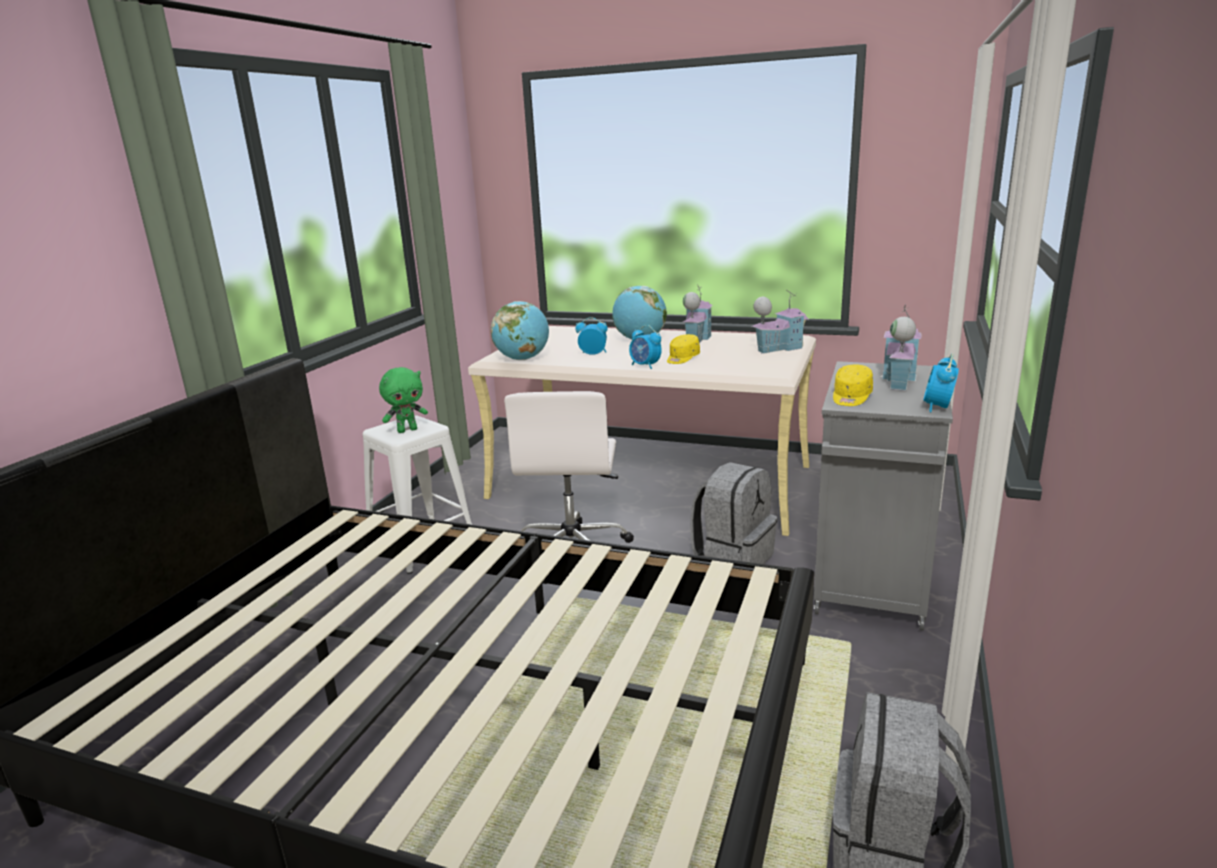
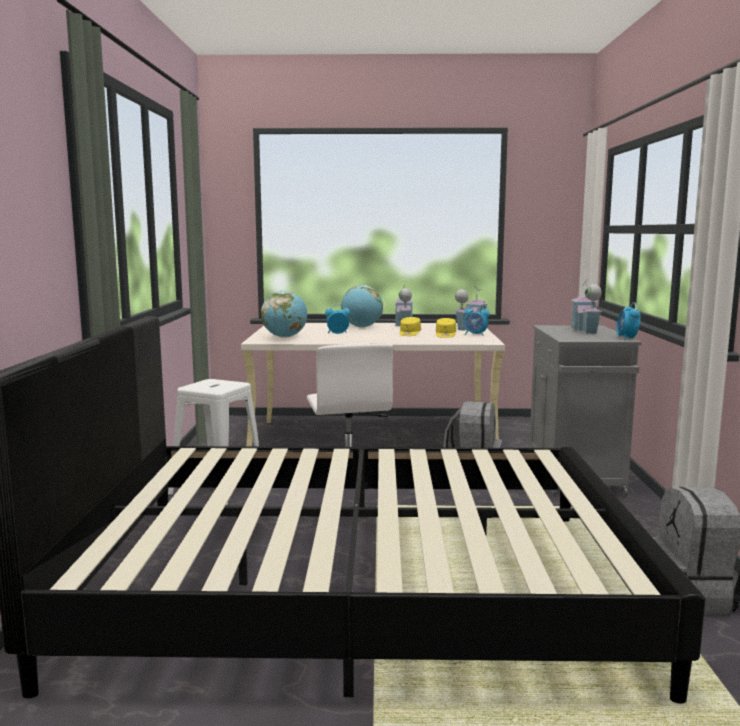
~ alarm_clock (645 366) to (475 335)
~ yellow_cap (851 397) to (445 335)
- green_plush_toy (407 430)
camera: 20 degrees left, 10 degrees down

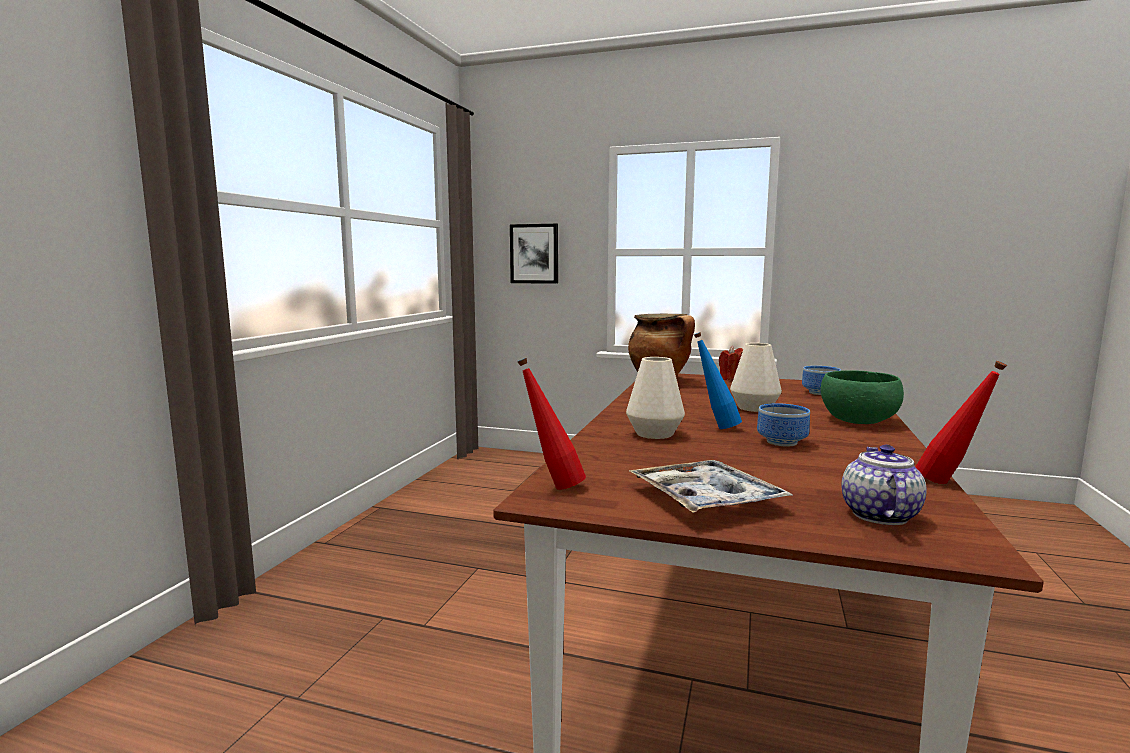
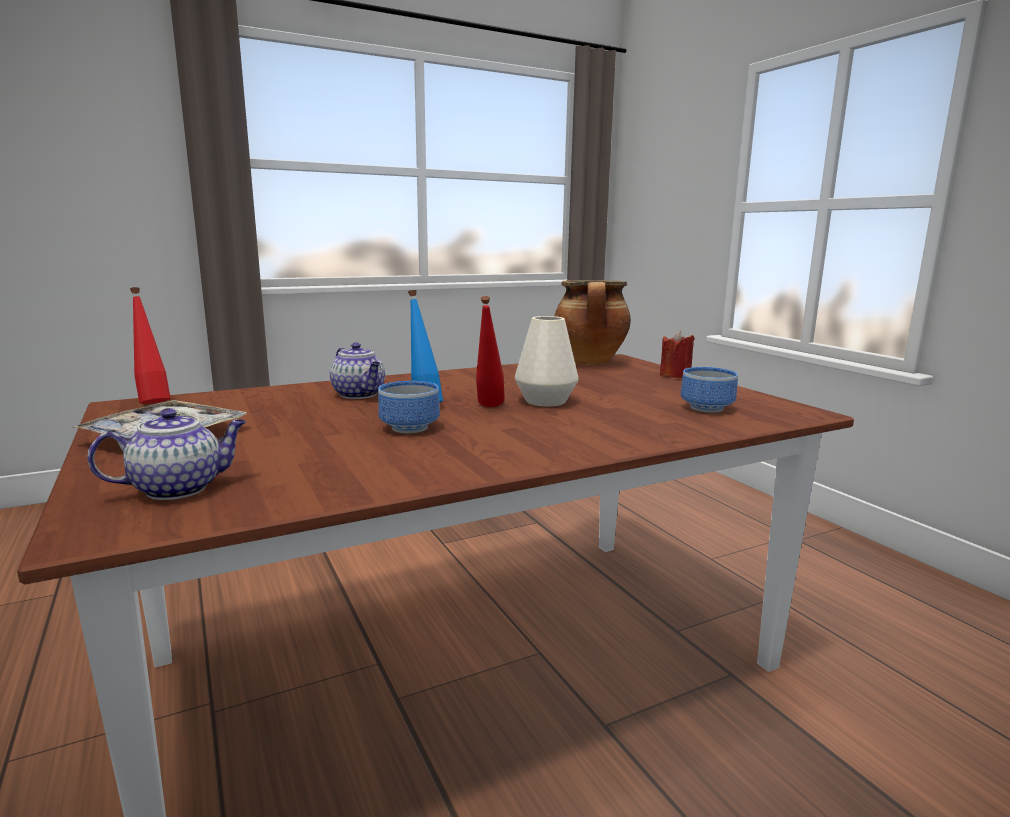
- picture (534 254)
~ white_vase (654 433) to teapot (360 394)
~ red_bottle (951 484) to (488 408)
- green_bowl (859 420)
camera: 45 degrees right, 5 degrees up

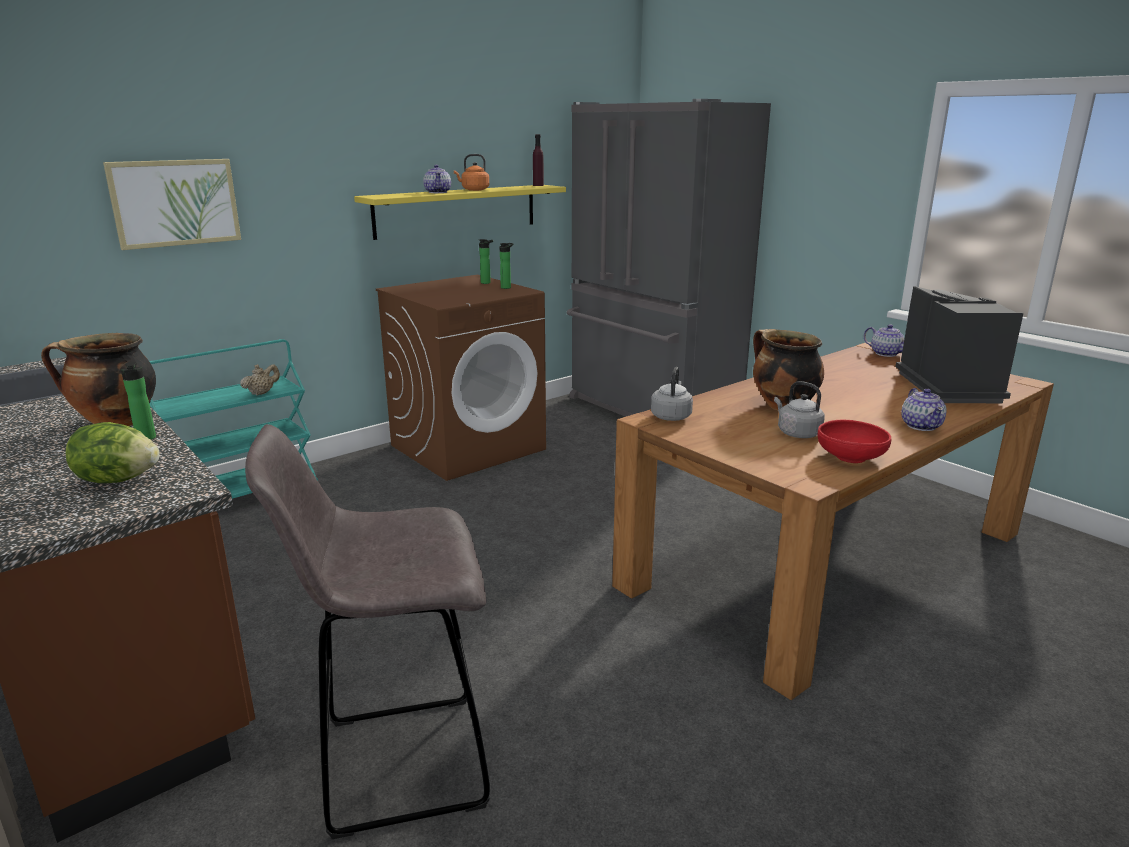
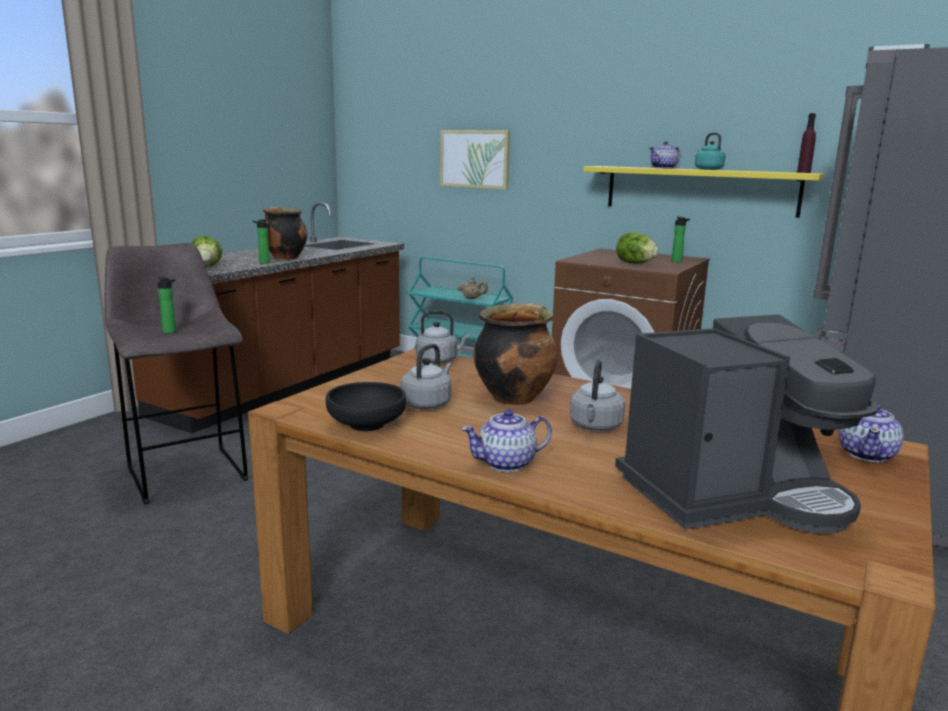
~ orange_kettle (473 190) to turquoise_kettle (707 169)
~ bottle (507 287) to (171 332)
~ red_bowl (850 457) to black_bowl (366 424)
+ lettuce (635 263)
+ grey_kettle (595 427)
camera: 70 degrees right, 5 degrees down

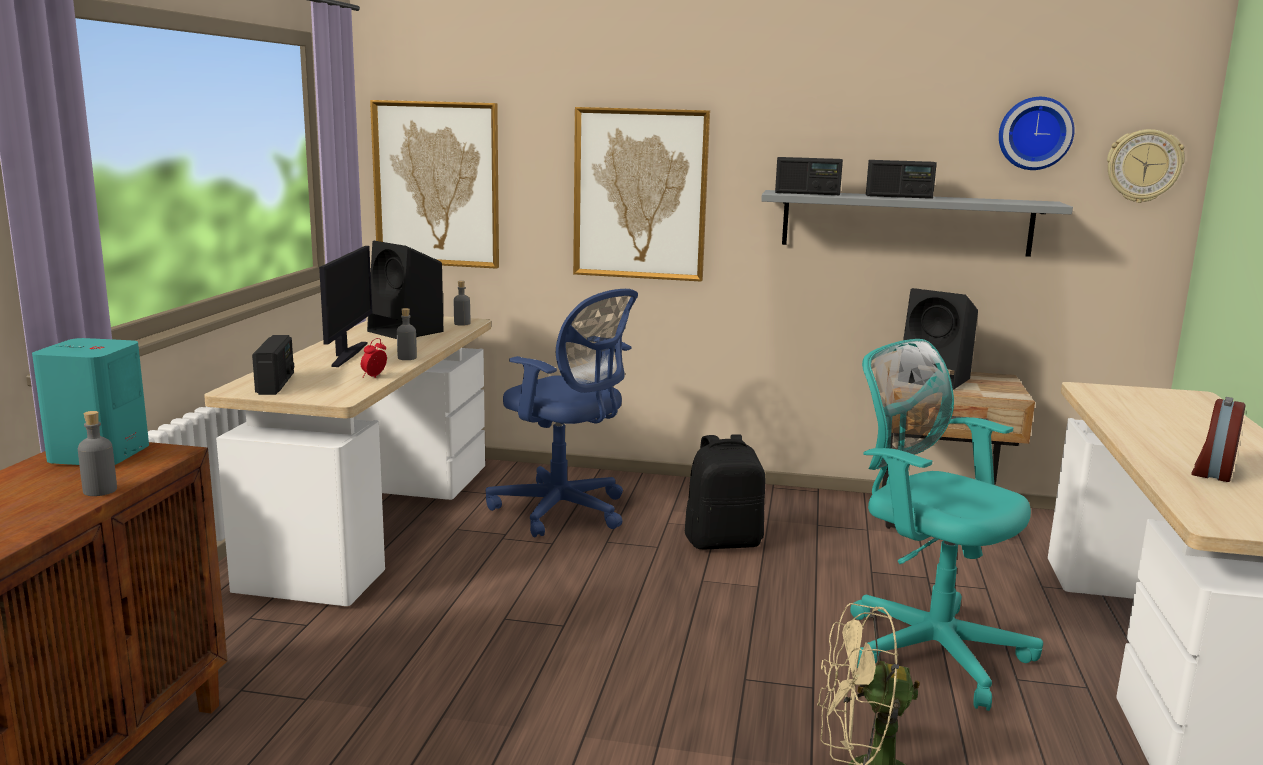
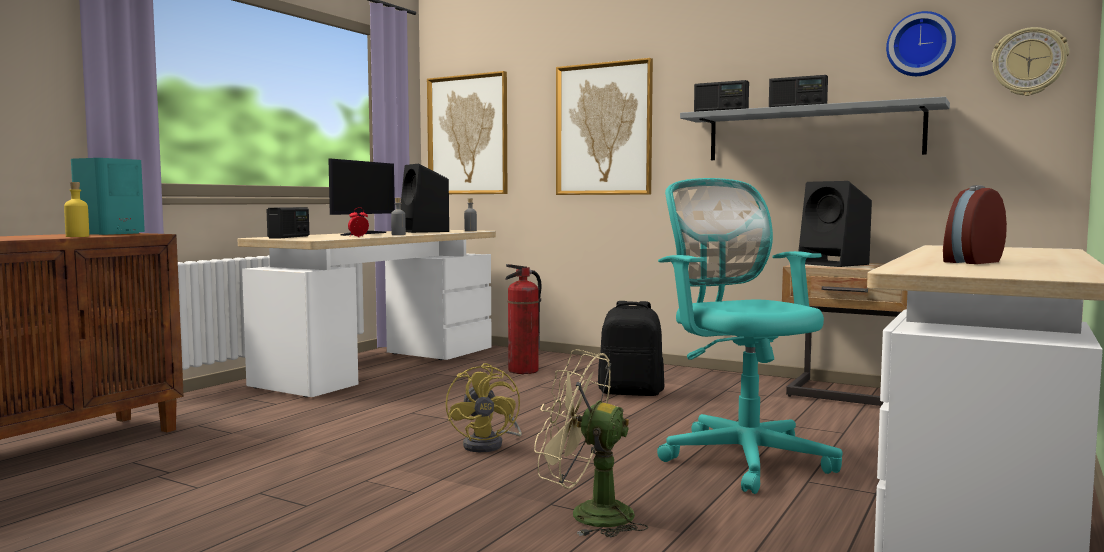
~ blue_office_chair (564 511) to fire_extinguisher (523 371)
~ grey_bottle (100 490) to yellow_bottle (77 236)
+ yellow_fan (489 444)
camera: 20 degrees right, 10 degrees down

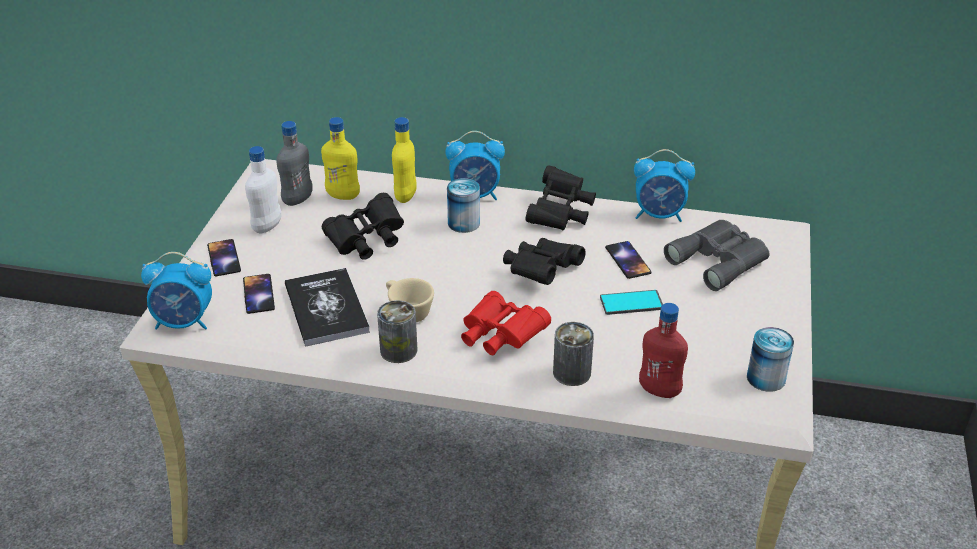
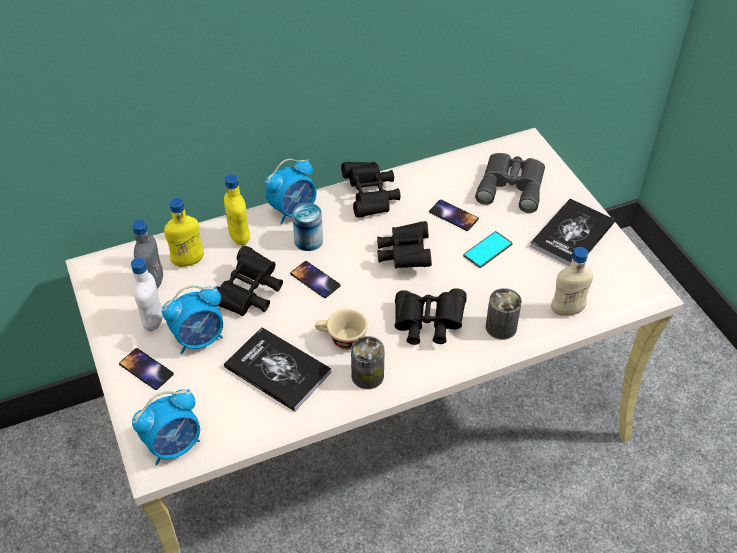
~ alarm_clock (659 215) to (199 339)
~ phone (258 294) to (315 280)
~ red_binoculars (500 337) to black_binoculars (427 325)
~ red_bottle (659 390) to beige_bottle (567 310)
- can (766 378)
+ book (572 235)
camera: 35 degrees left, 10 degrees up

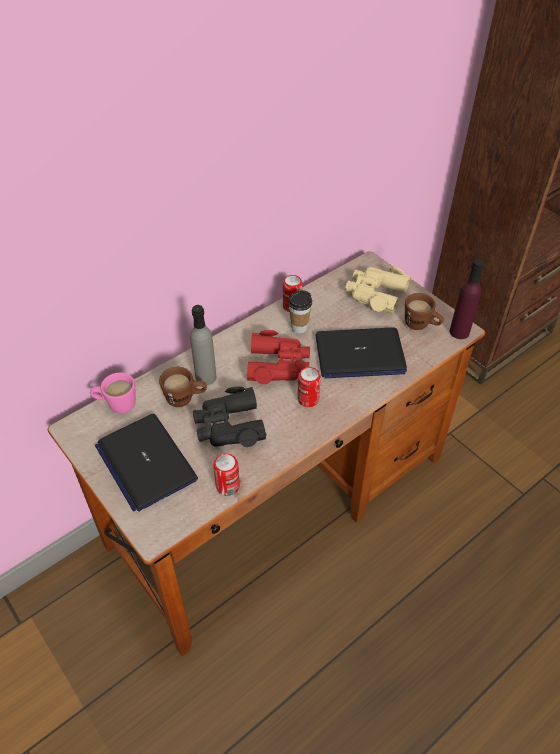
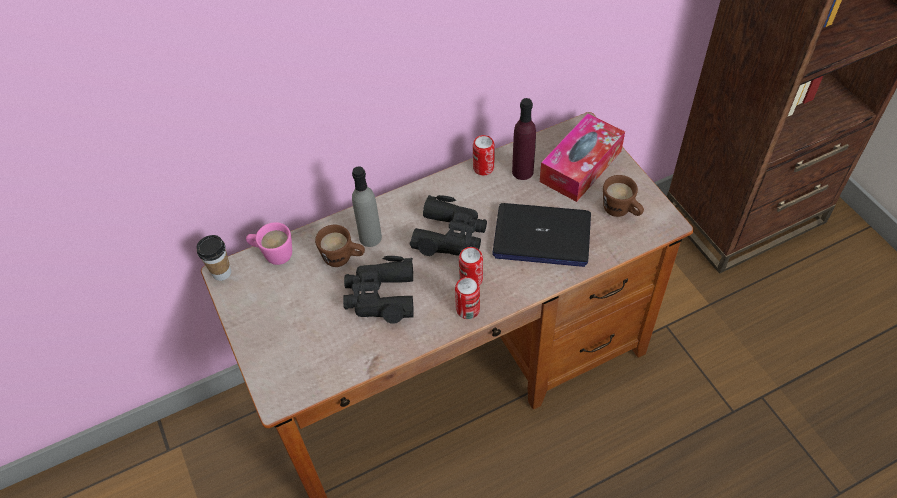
~ purple_bottle (459 332) to (522 171)
~ beige_binoculars (375 294) to tissue_box (581 166)
~ cup (299 327) to (221 273)
~ red_binoculars (278 364) to black_binoculars (450 235)
- laptop (146 462)
~ can (228 486) to (468 309)
camera: 15 degrees right, 5 degrees up

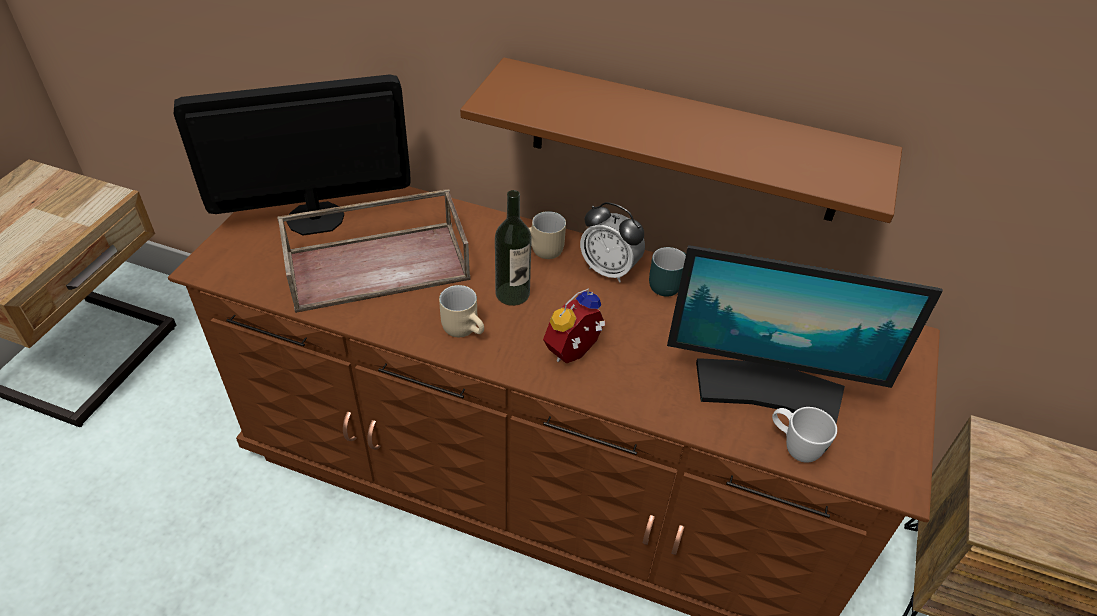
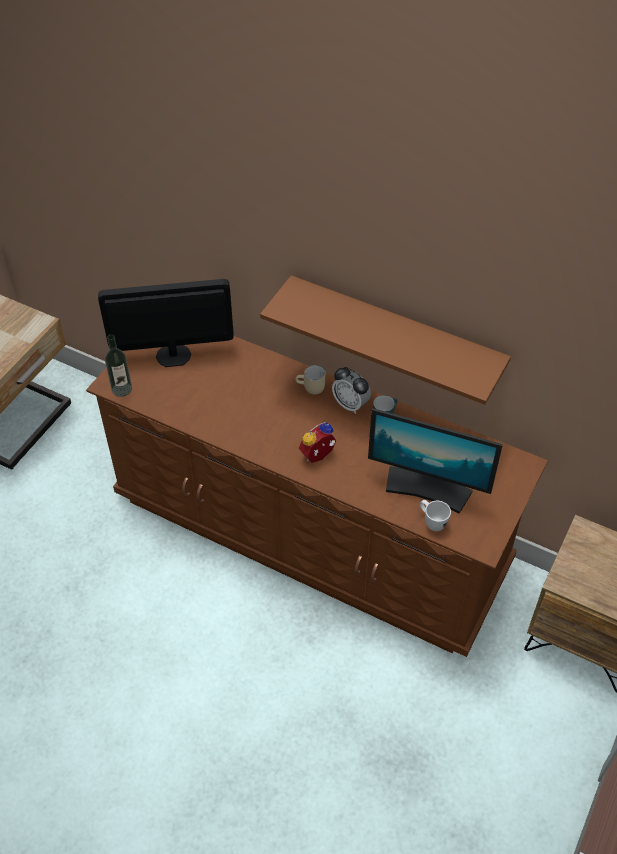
- brown_tray (379 264)
~ bottle (512 293) to (122 389)
- beige_mug (465 328)
camera: 10 degrees right, 5 degrees up

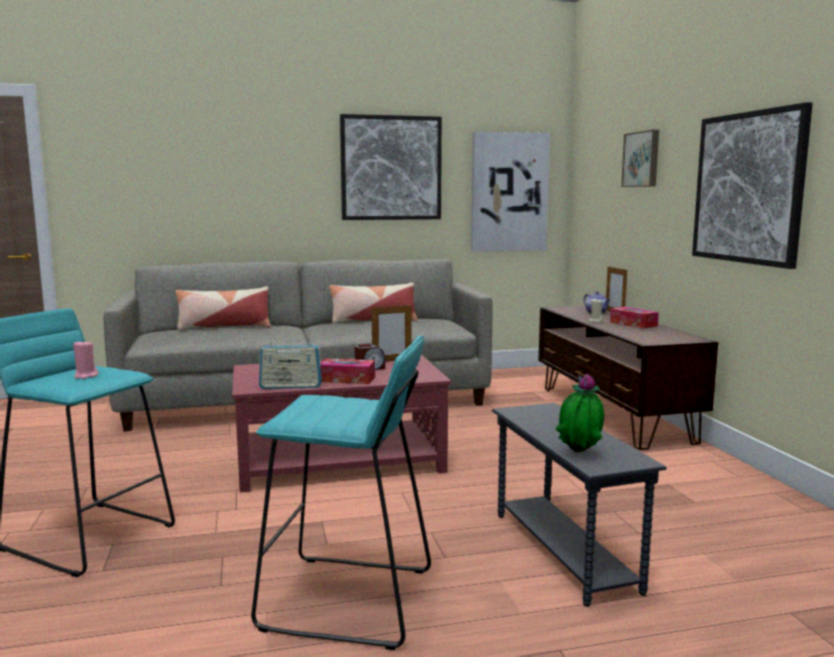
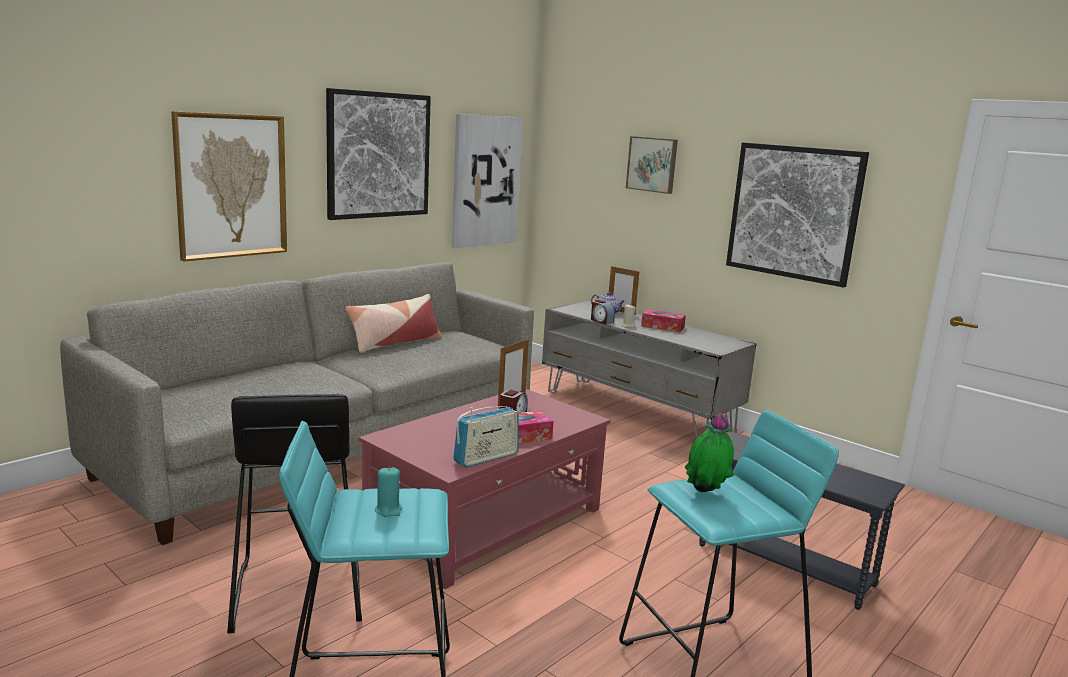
- pillow (224 327)
~ brown_tv_stand (612 413) to grey_tv_stand (637 411)
~ pink_candle (85 376) to turquoise_candle (388 510)
~ potted_plant (579 454) to (705 494)
+ picture (231 186)
+ alarm_clock (601 321)
+ black_stool (297 593)
camera: 35 degrees left, 5 degrees up

